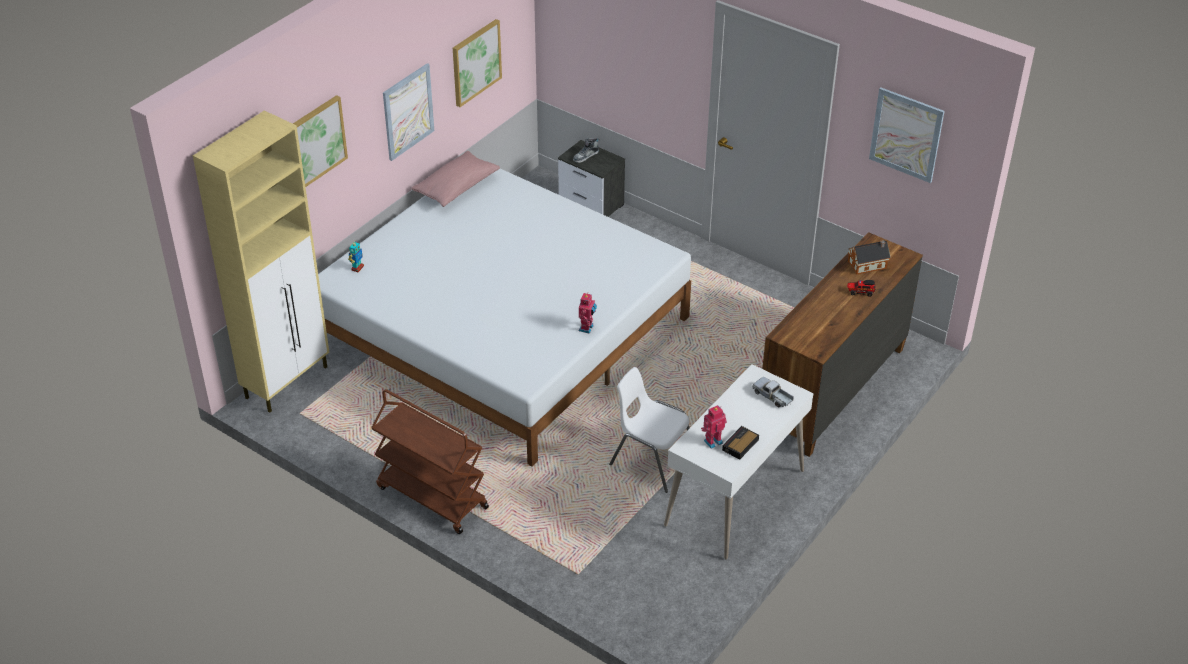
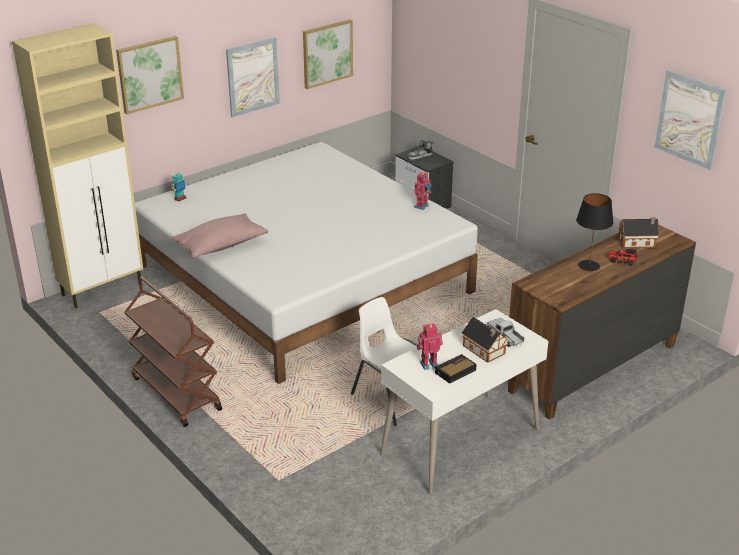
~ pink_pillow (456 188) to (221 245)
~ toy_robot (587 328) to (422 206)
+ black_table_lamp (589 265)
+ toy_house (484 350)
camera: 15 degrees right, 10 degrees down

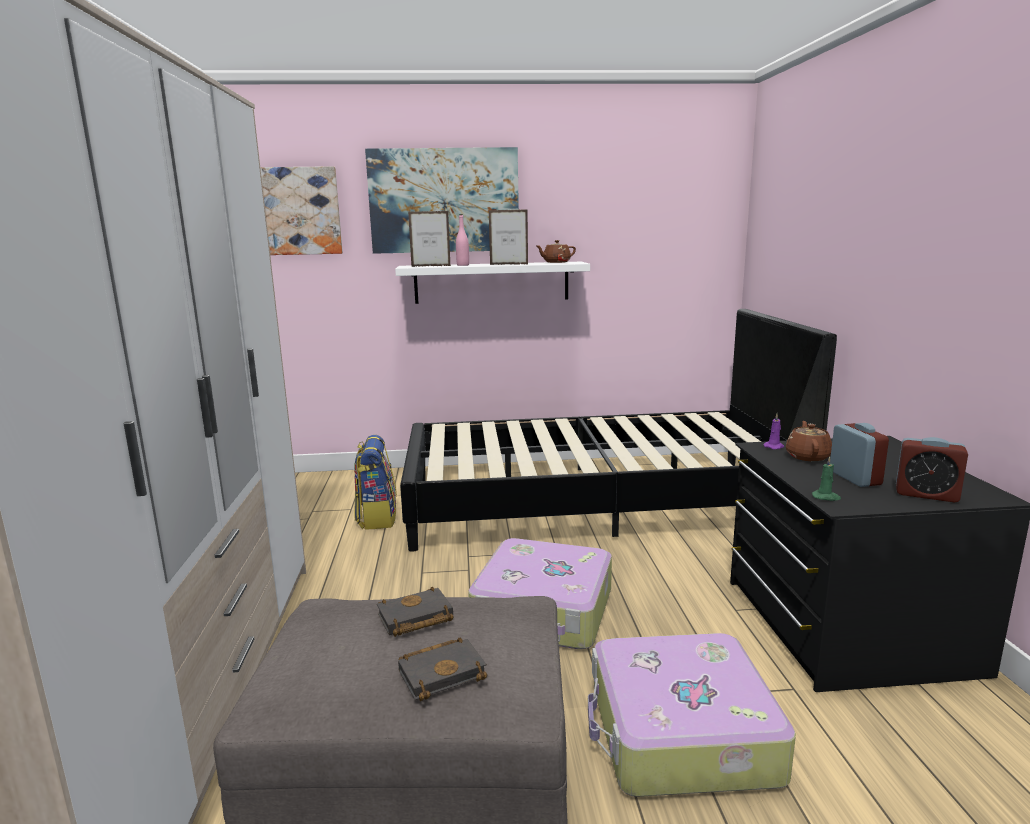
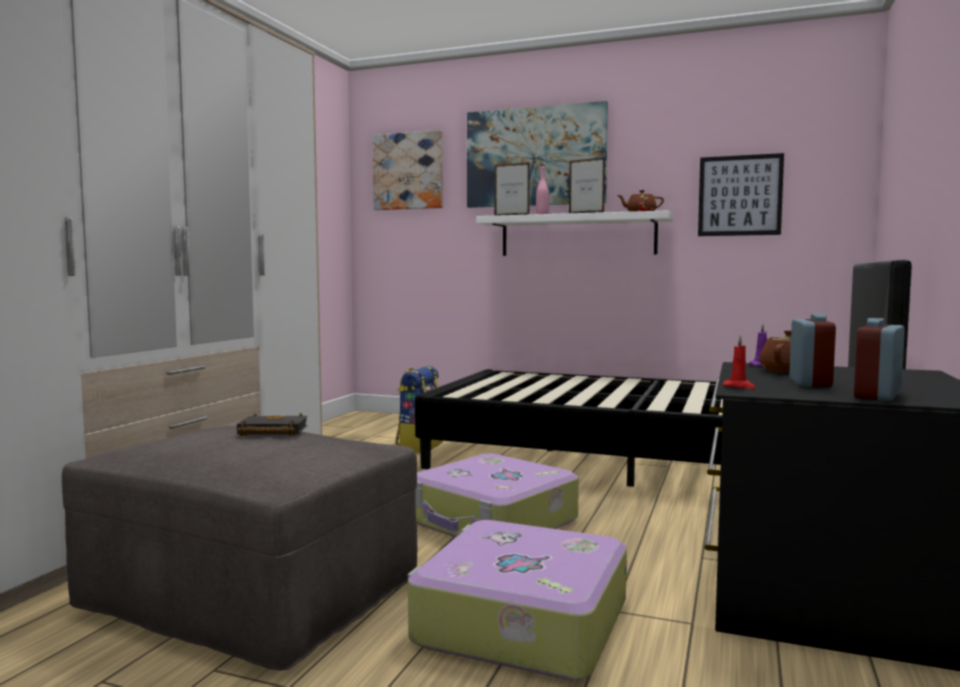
~ alarm_clock (926 494) = (877 395) 75 degrees clockwise
~ green_candle (826 497) to red_candle (740 387)
- black_book (443 672)
+ picture (740 195)
camera: 25 degrees right, 10 degrees down

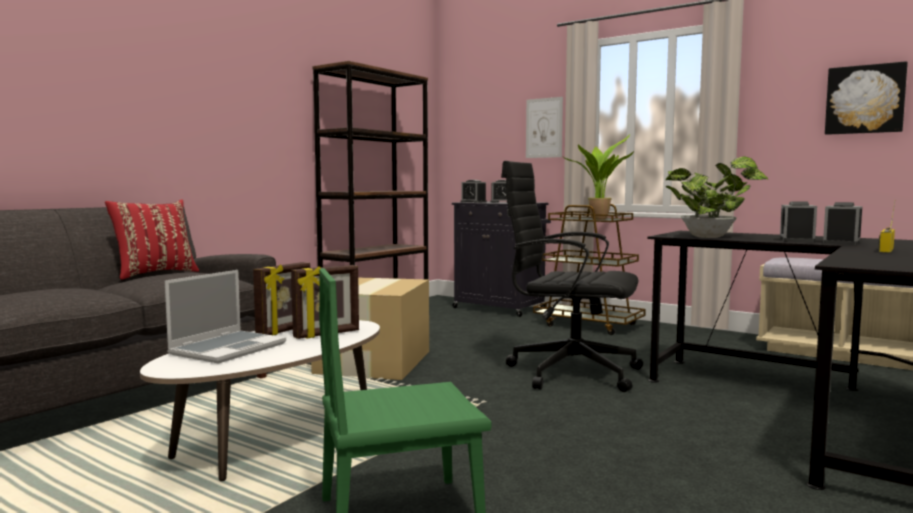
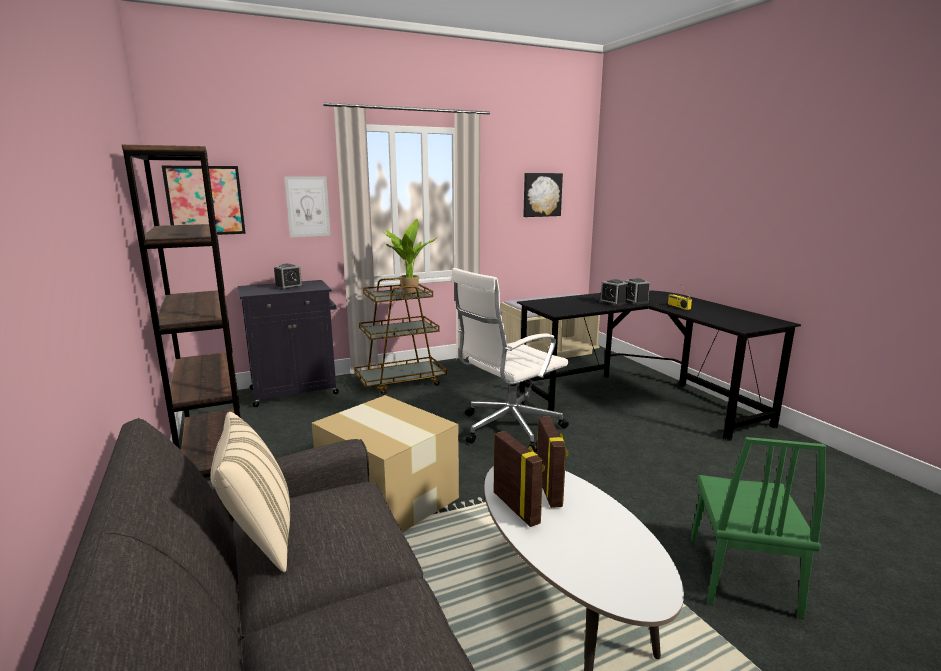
- potted_plant (712 237)
~ black_office_chair (569 372) to white_office_chair (508 428)
- alarm_clock (473 202)
~ red_pillow (154 274) to beige_pillow (259 538)
- laptop (228 348)
+ picture (205 200)
camera: 60 degrees left, 10 degrees up

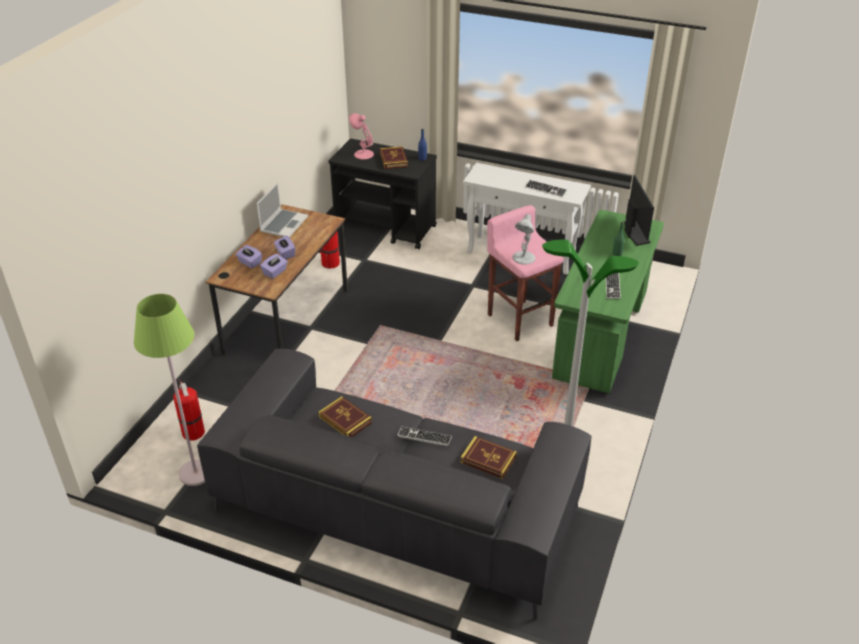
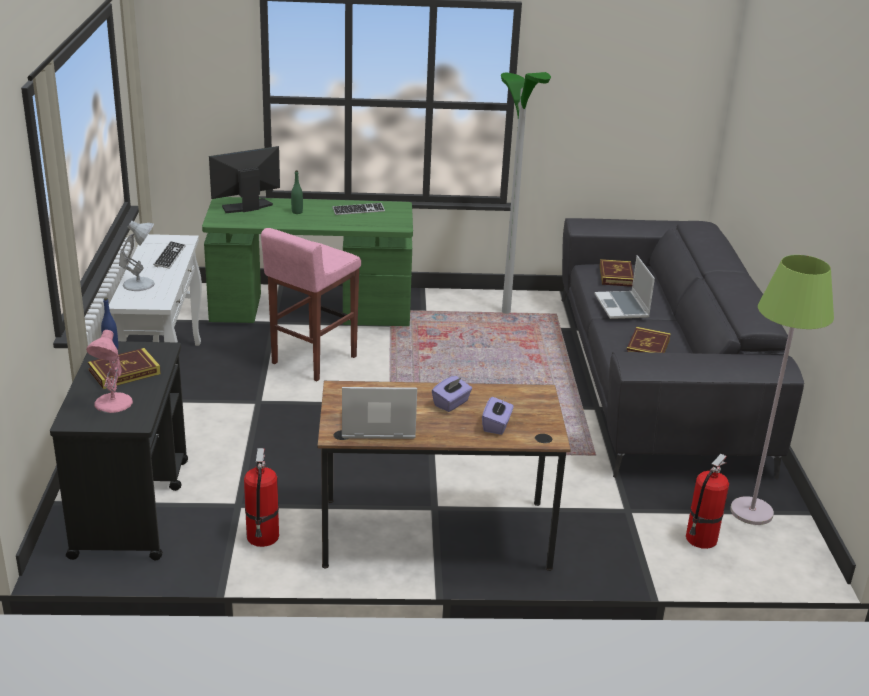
~ white_table_lamp (523 258) to (140 284)
- purple_tissue_box (275 272)
~ keyboard (424 437) to laptop (622 307)
camera: 115 degrees left, 10 degrees down

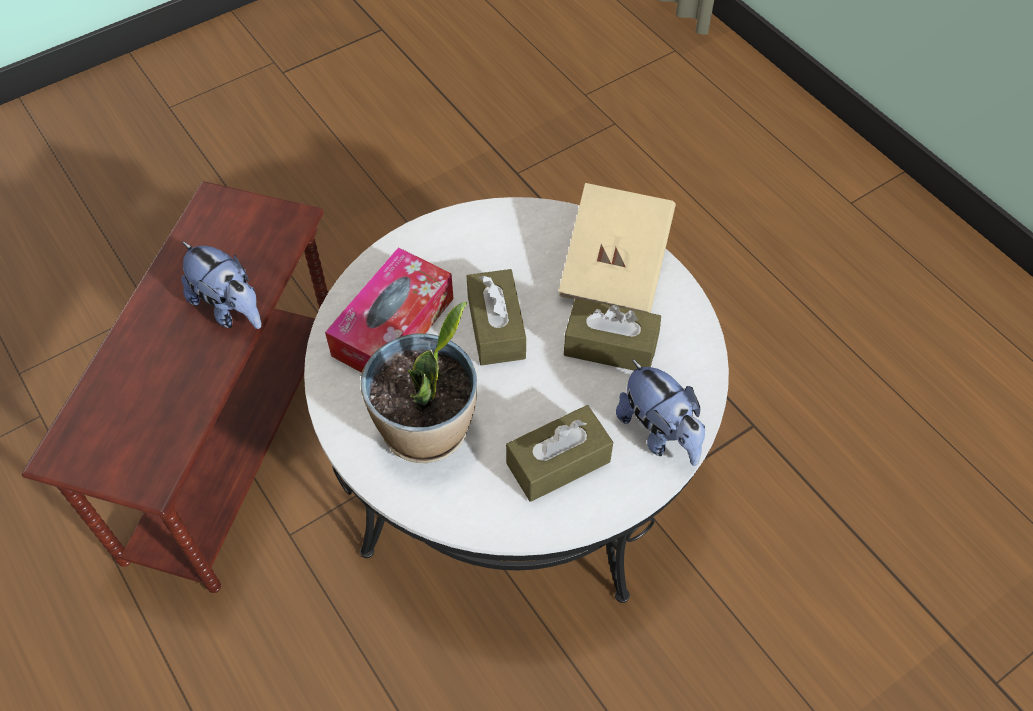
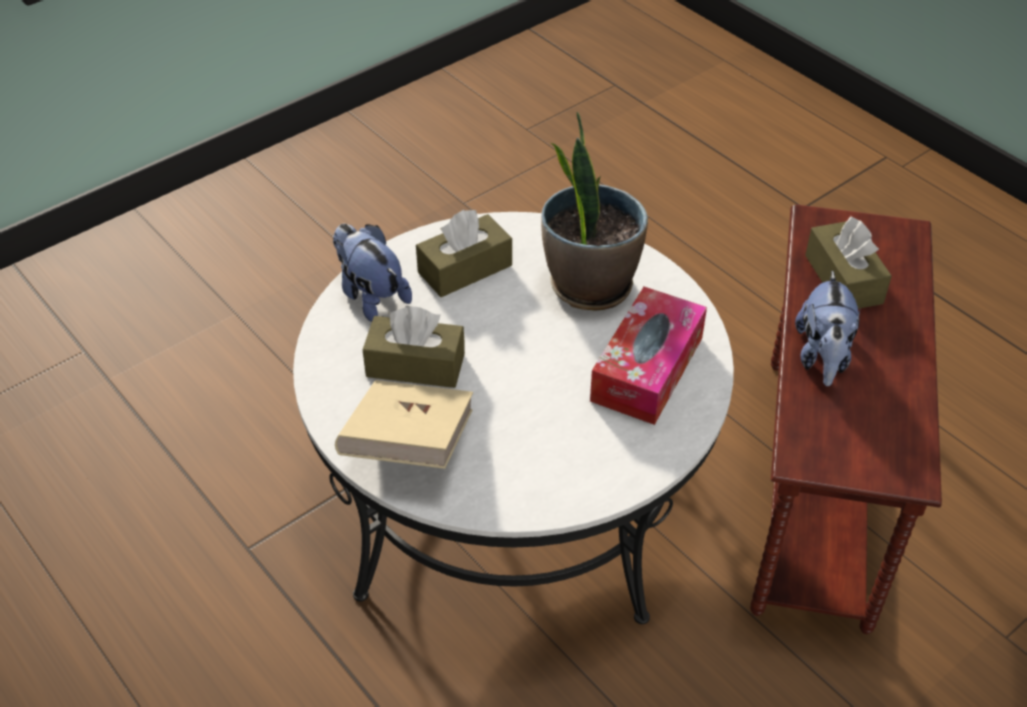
~ plush_toy (230 308) = (822 357) 120 degrees counterclockwise
~ brown_tissue_box (496 327) to (843 279)
camera: 175 degrees right, 10 degrees down

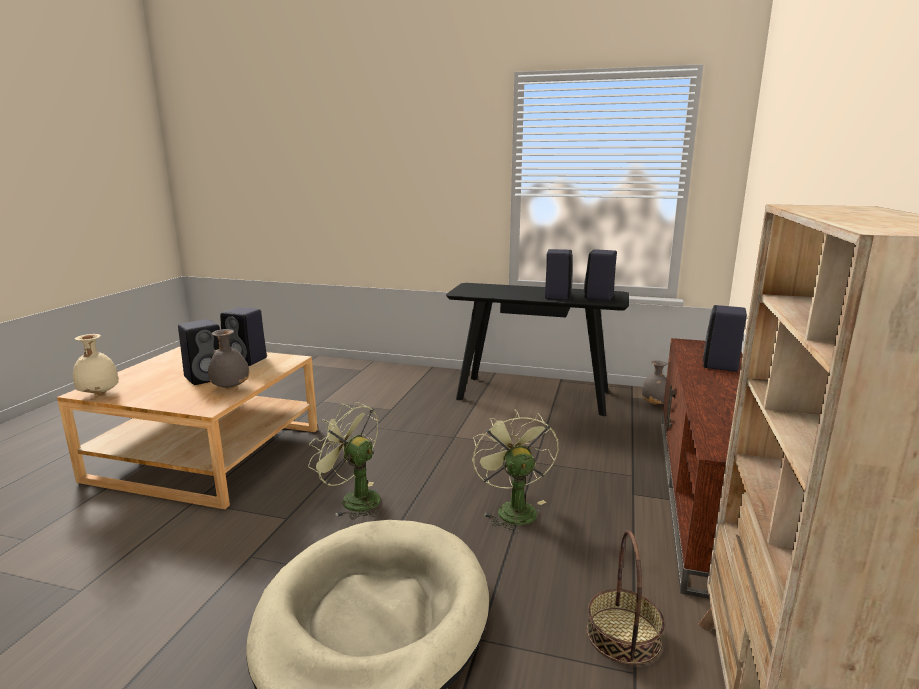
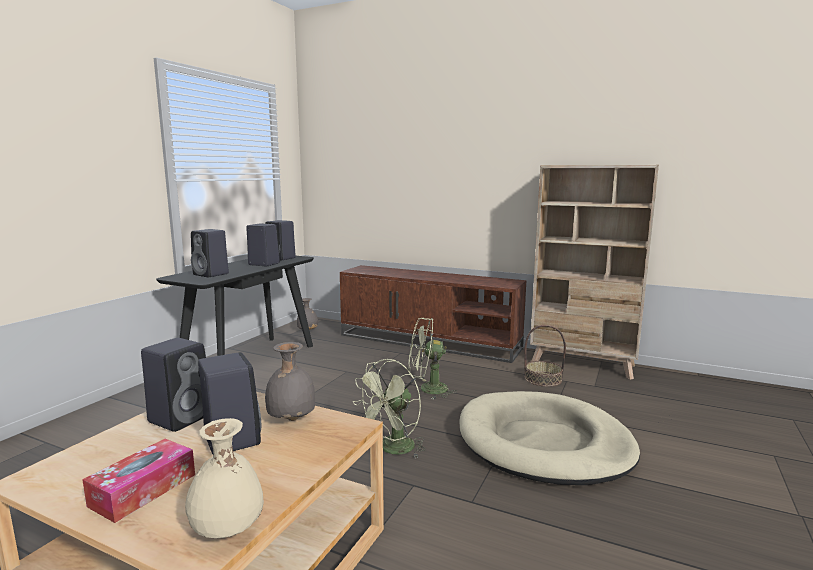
~ black_speaker (721 365) to (212 274)
+ tissue_box (143 490)
camera: 80 degrees left, 5 degrees down

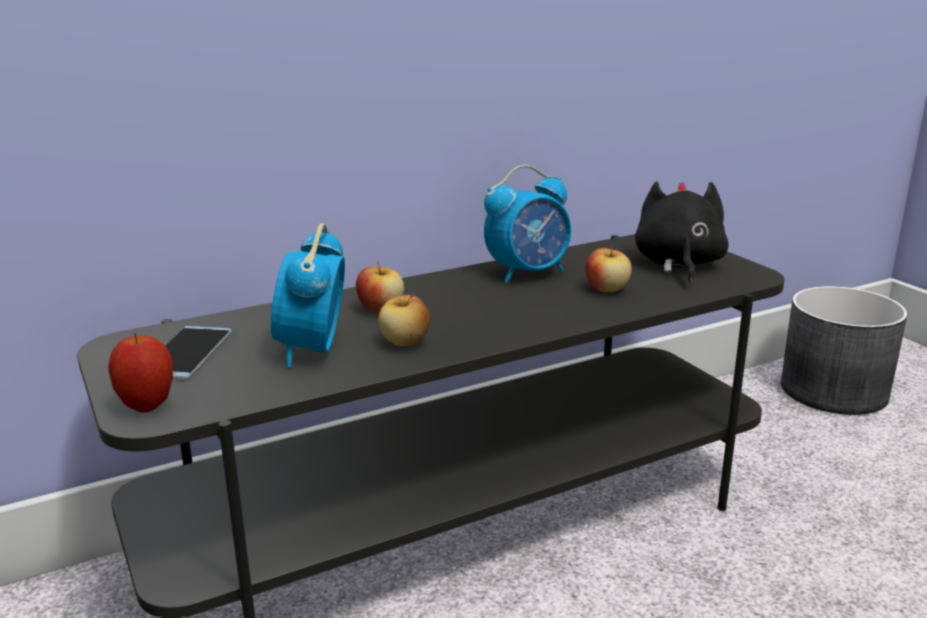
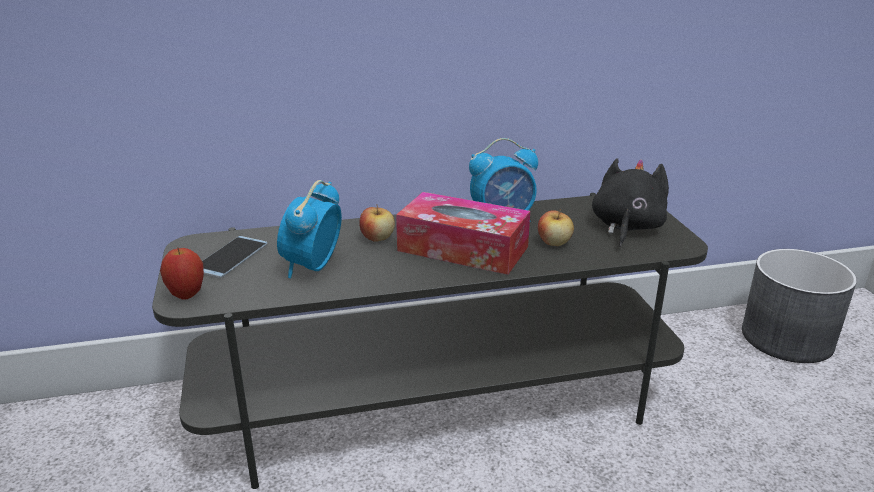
- apple (405 342)
+ tissue_box (463 249)
camera: 15 degrees right, 5 degrees up

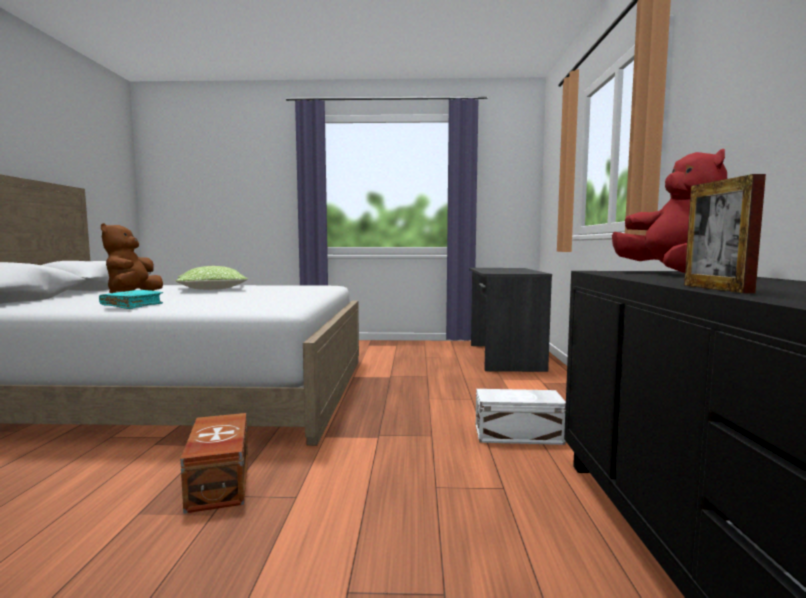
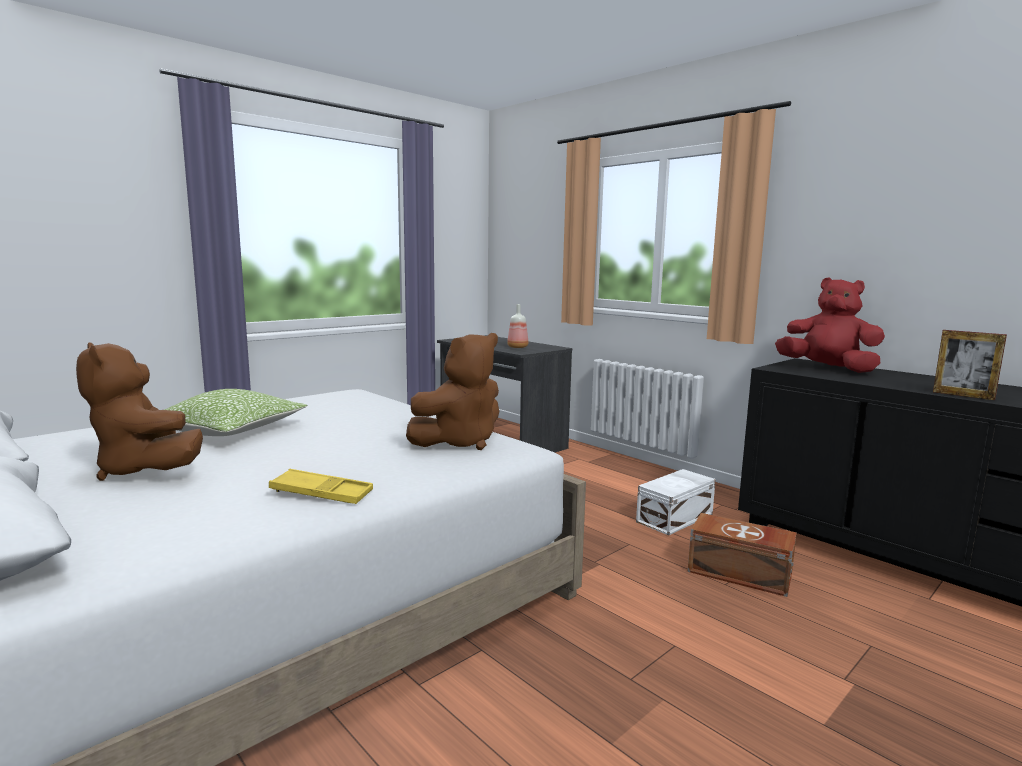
~ turquoise_book (133 306) to yellow_tray (322 493)
~ brown_storage_box (217 482) to (740 574)
+ bottle (517 347)
+ brown_plush_toy (459 442)
camera: 45 degrees left, 5 degrees up

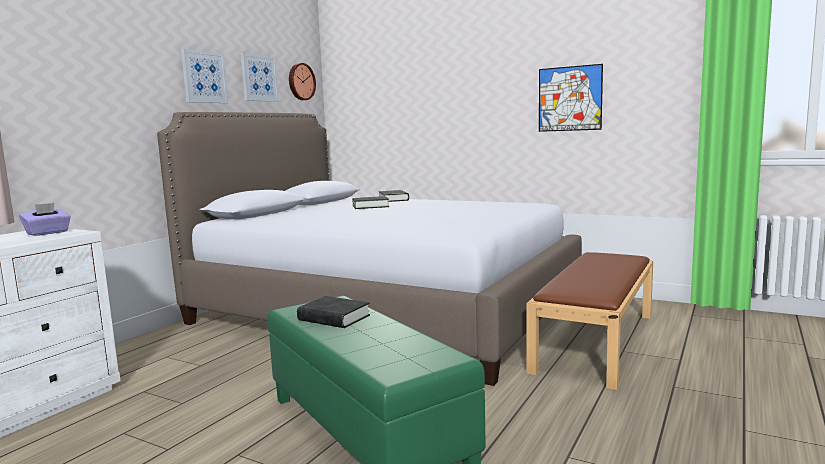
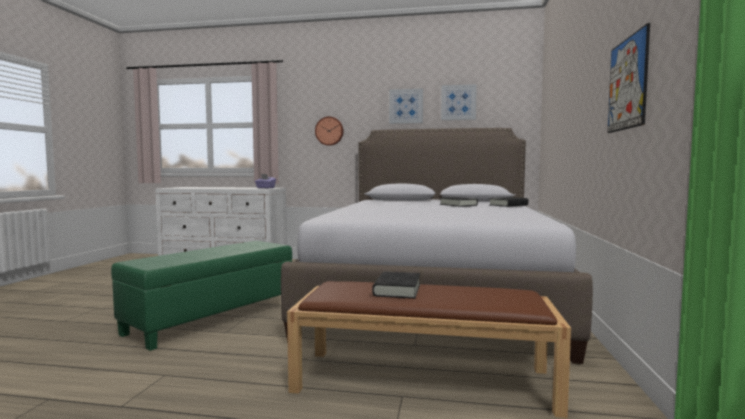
~ wall_clock (300 82) to (329 131)
~ black_book (334 318) to (397 290)
camera: 70 degrees right, 5 degrees down

